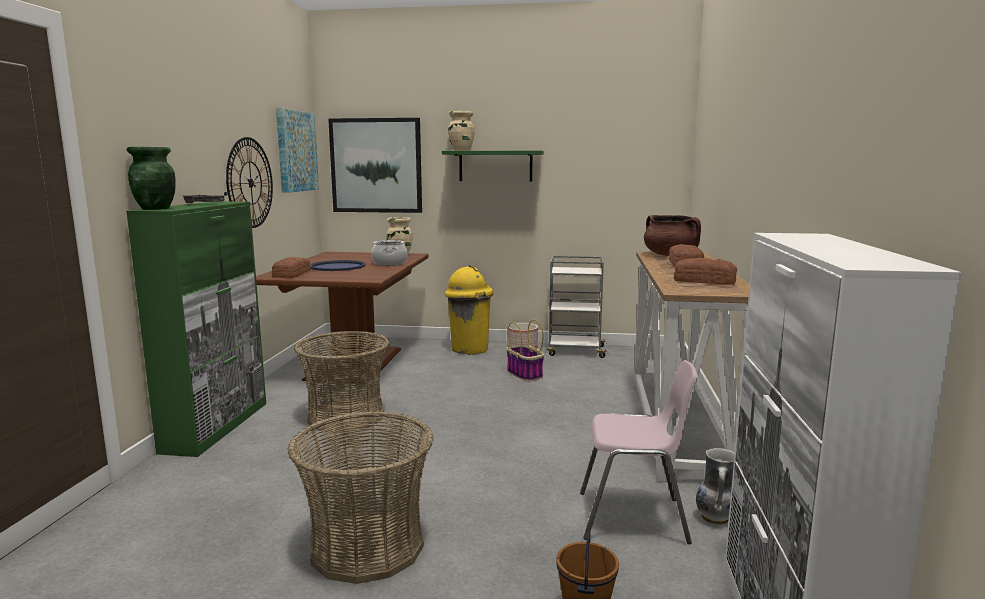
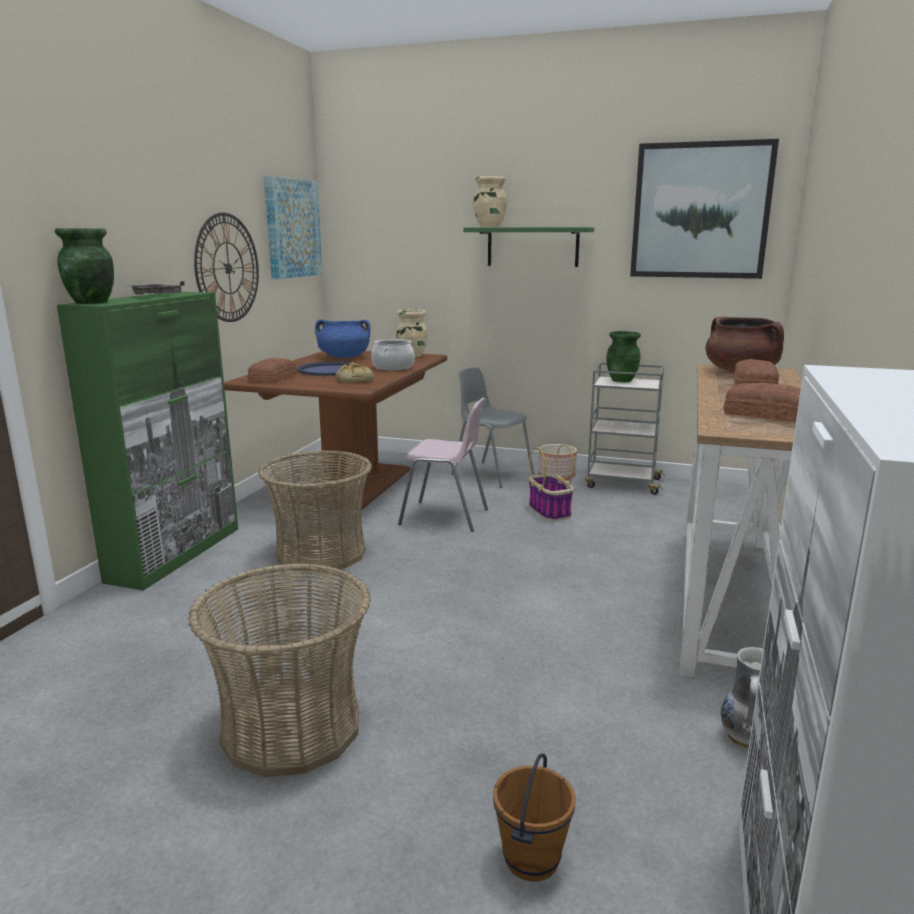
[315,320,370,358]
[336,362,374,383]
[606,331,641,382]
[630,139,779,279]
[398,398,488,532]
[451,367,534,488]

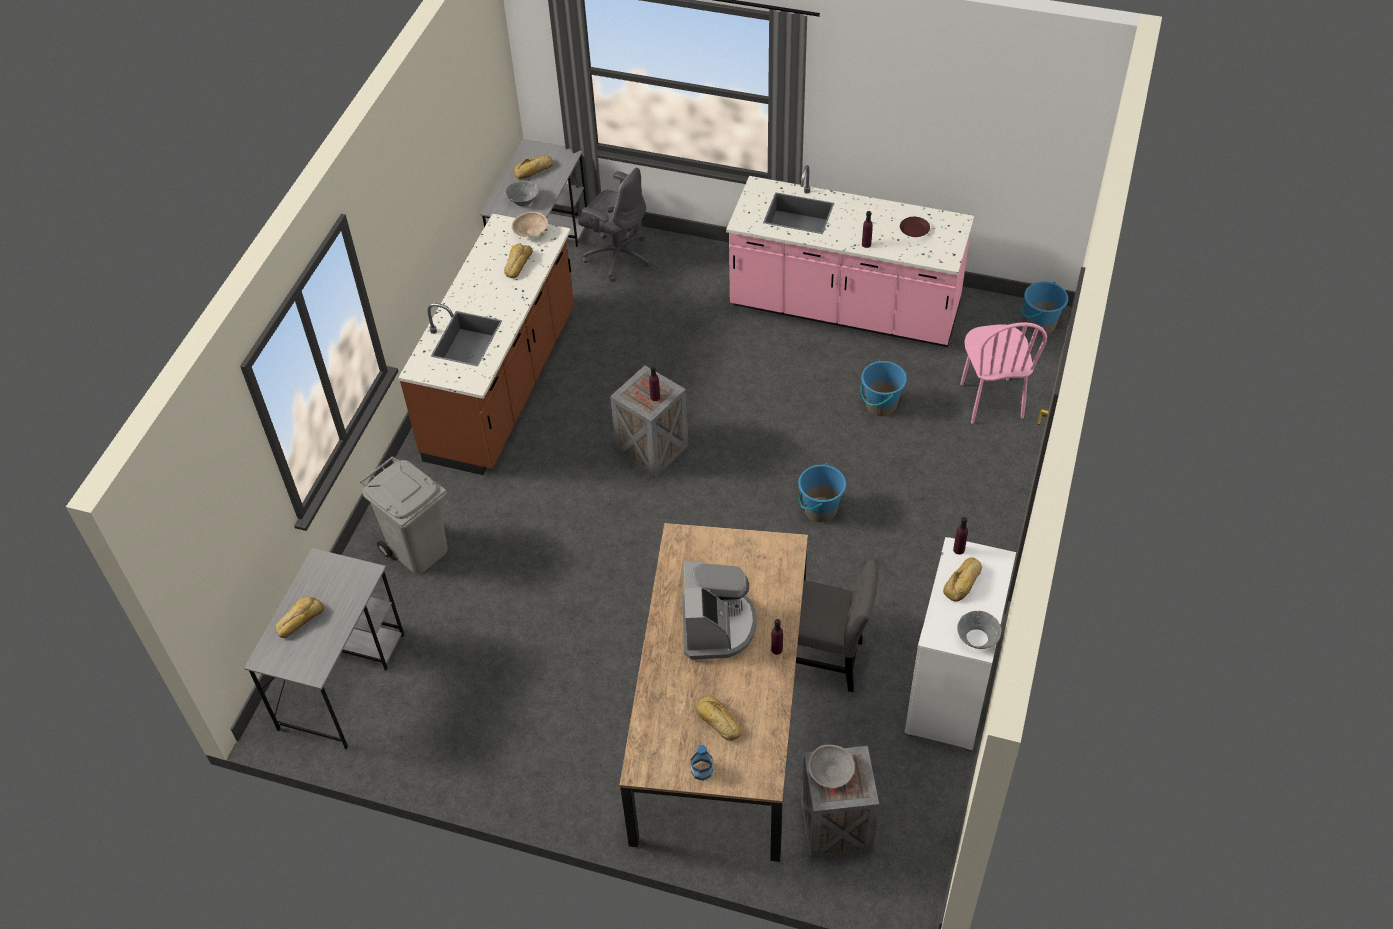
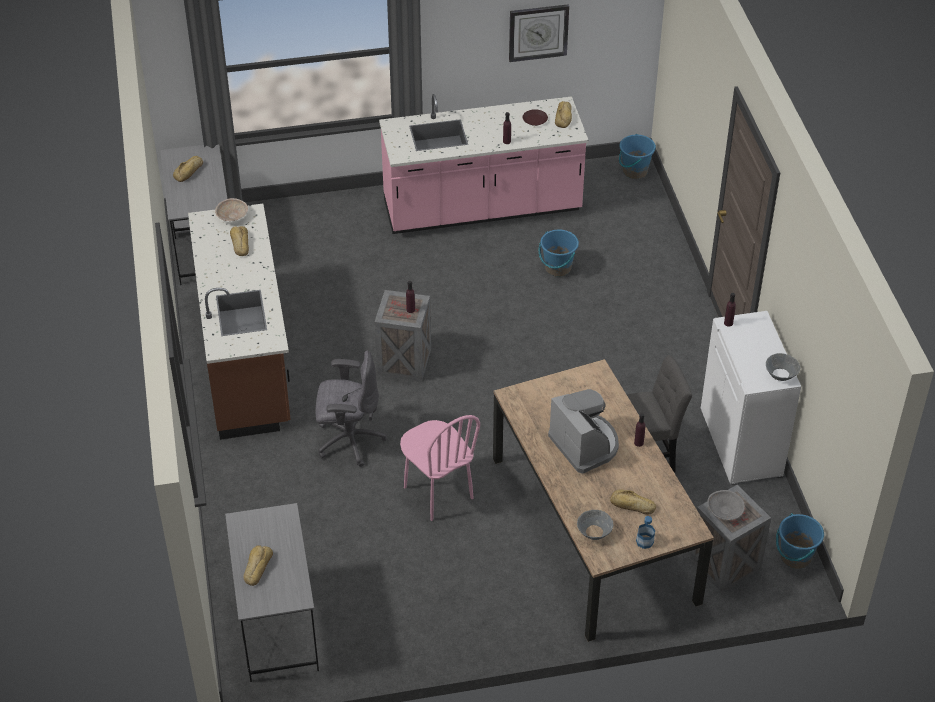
[360,456,448,573] (first image)
[509,5,569,62]
[577,510,614,540]
[316,351,386,467]
[776,513,824,569]
[555,101,572,128]
[400,415,480,521]

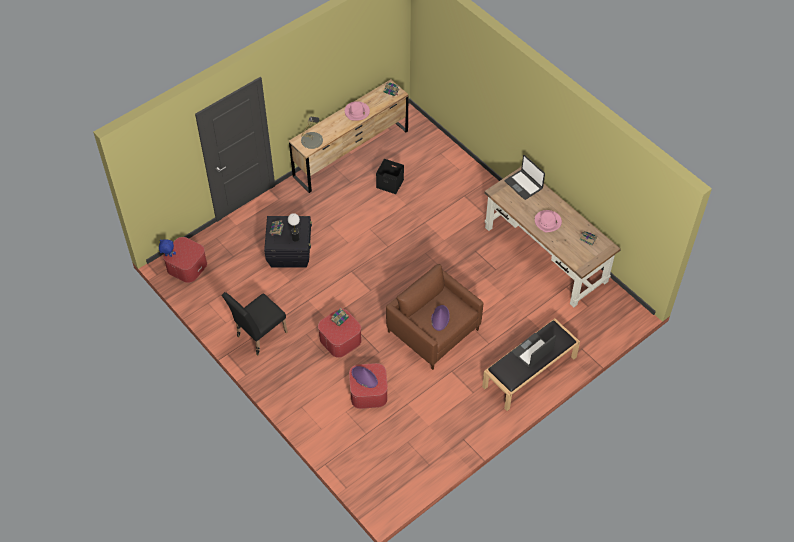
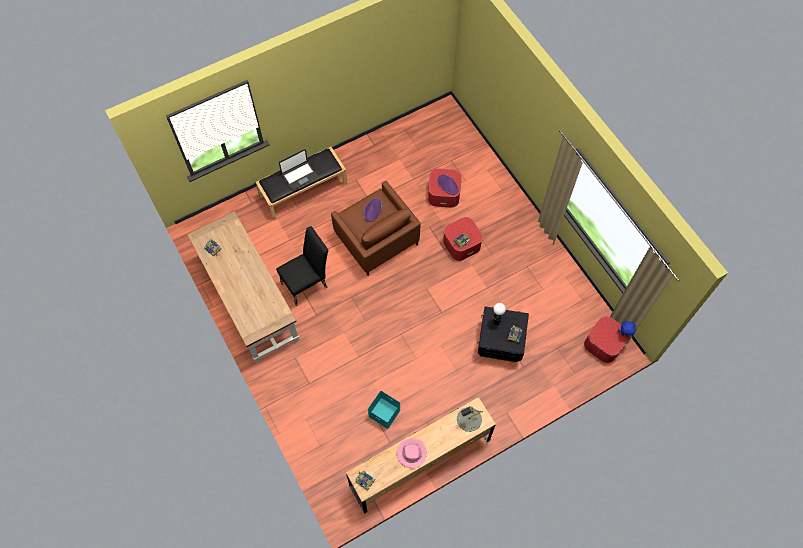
[505,155,545,200] (first image)
[535,210,562,232] (first image)
[276,226,328,306]
[368,391,401,429]

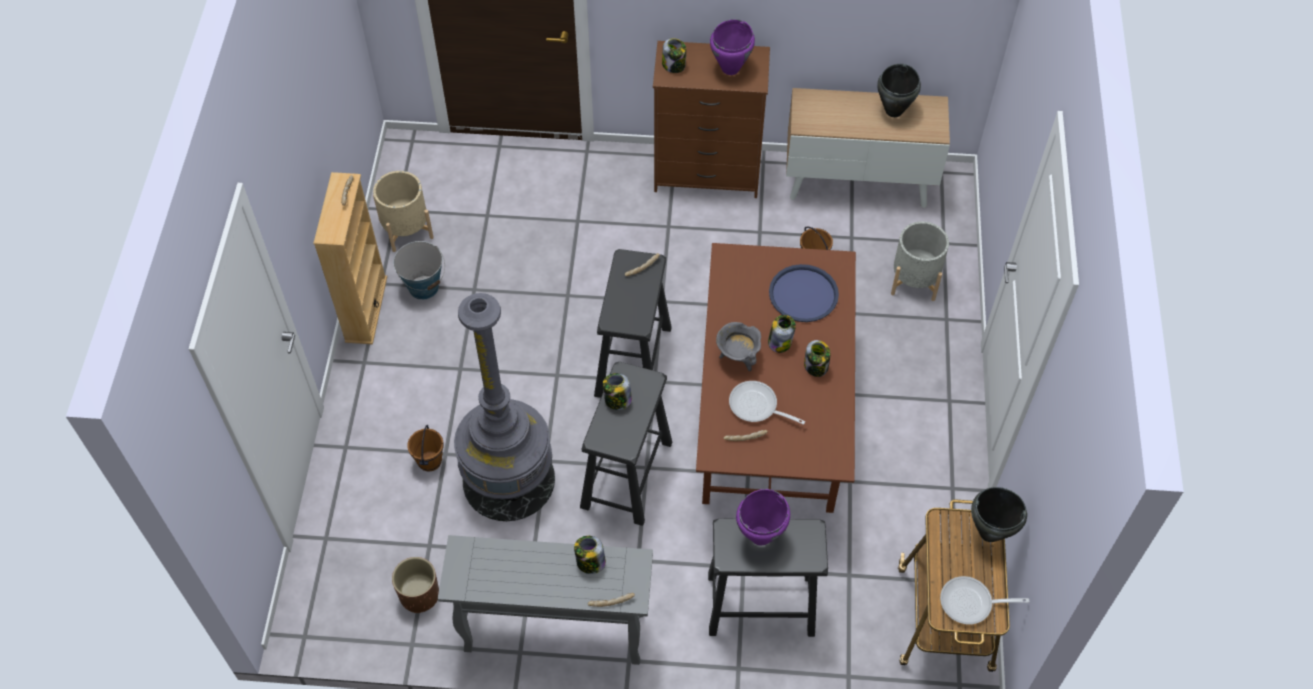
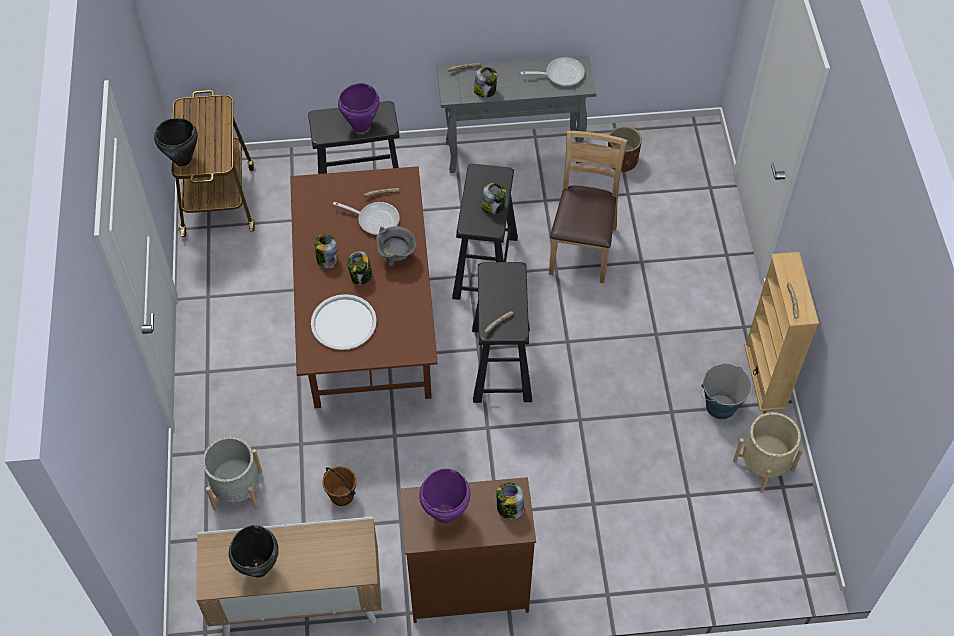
[407,425,444,472] (first image)
[521,57,585,86]
[549,131,628,284]
[311,294,377,350]

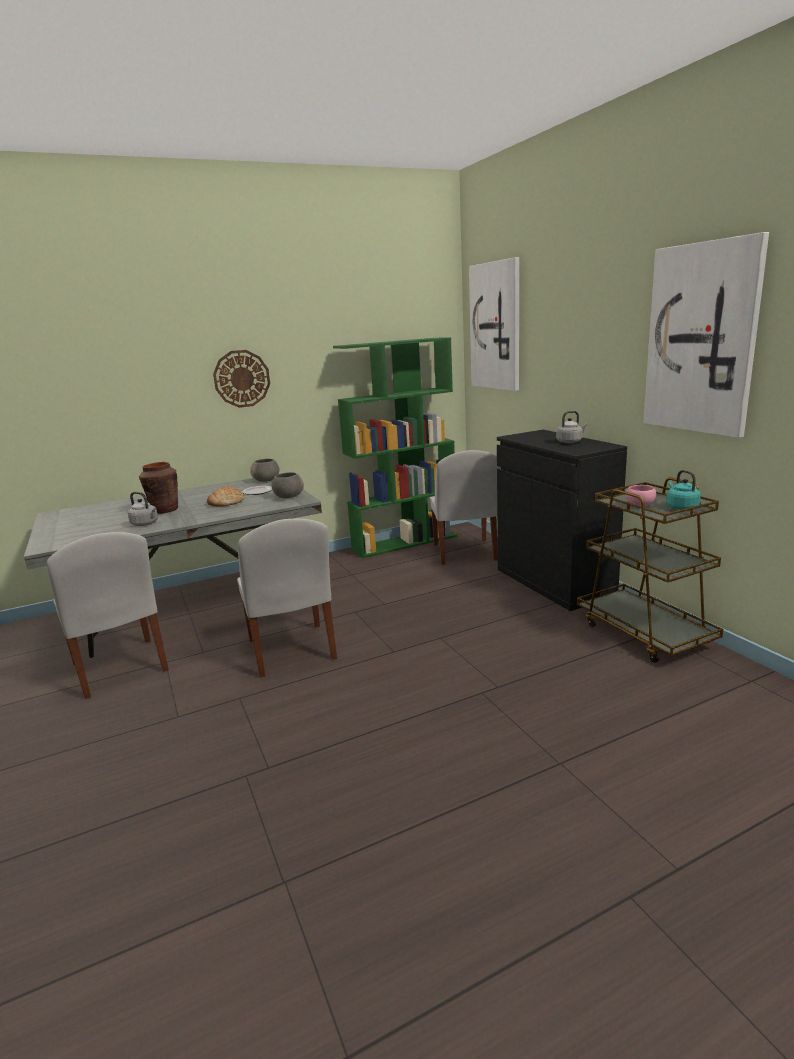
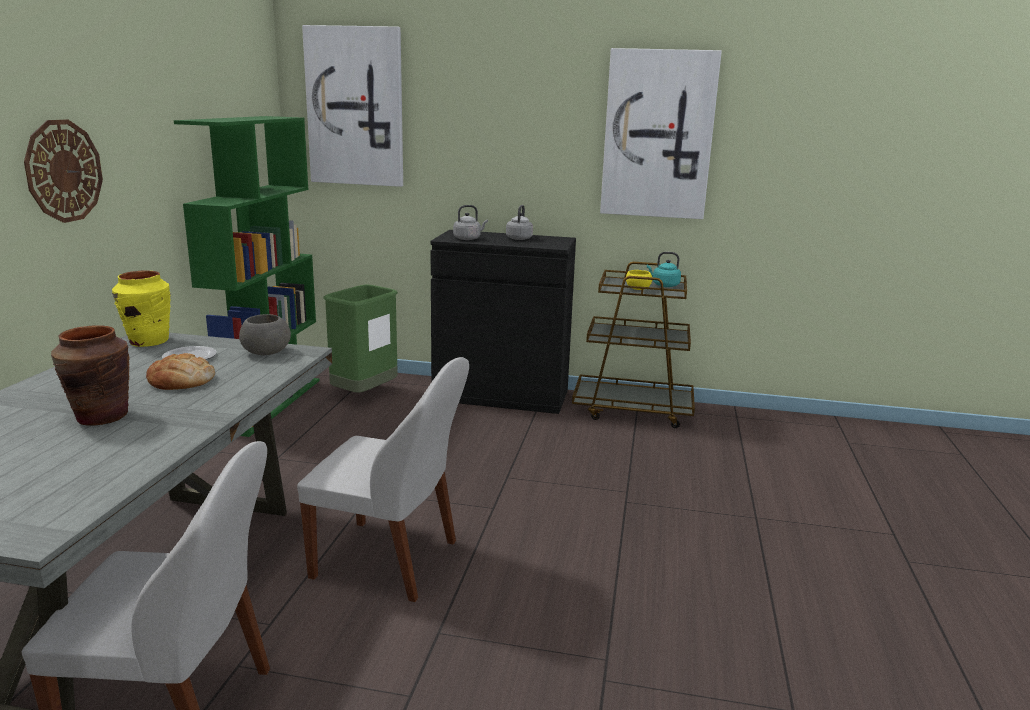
[453,205,488,240]
[112,270,171,347]
[323,284,398,393]
[626,270,652,290]

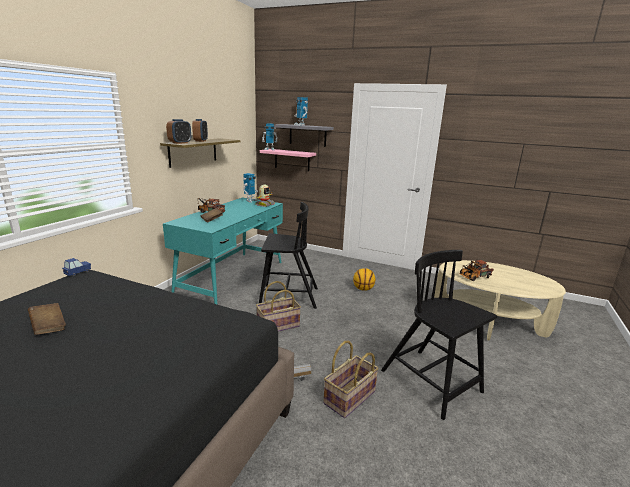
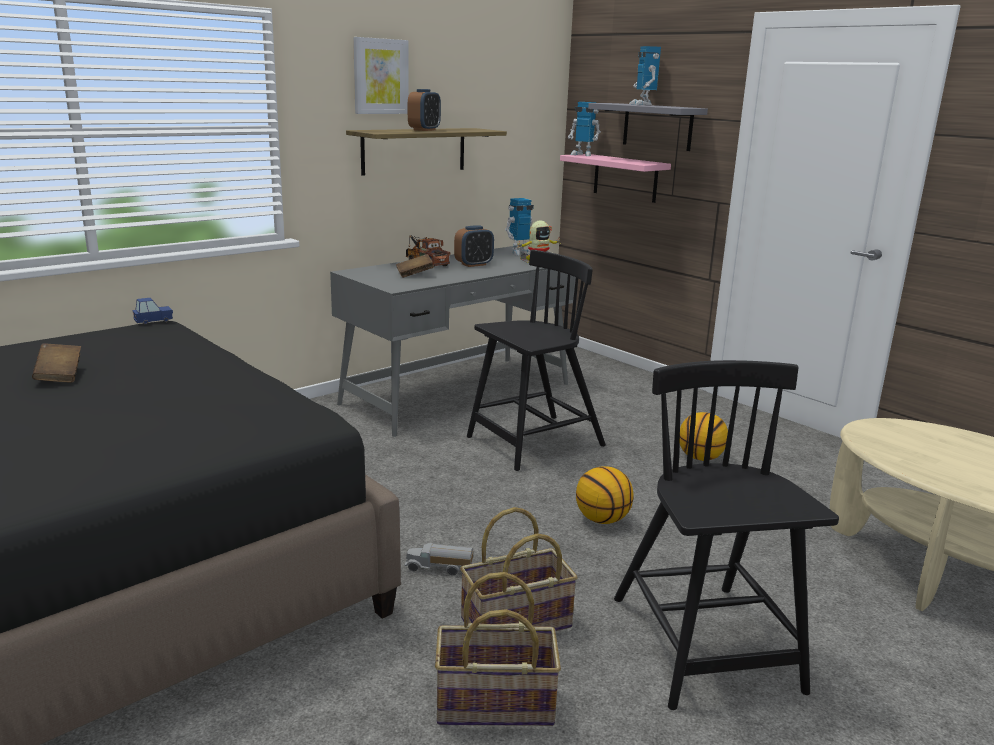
[460,260,494,281] (first image)
[353,37,409,114]
[576,466,633,524]
[454,225,494,267]
[435,572,561,726]
[330,246,576,437]
[467,250,606,471]

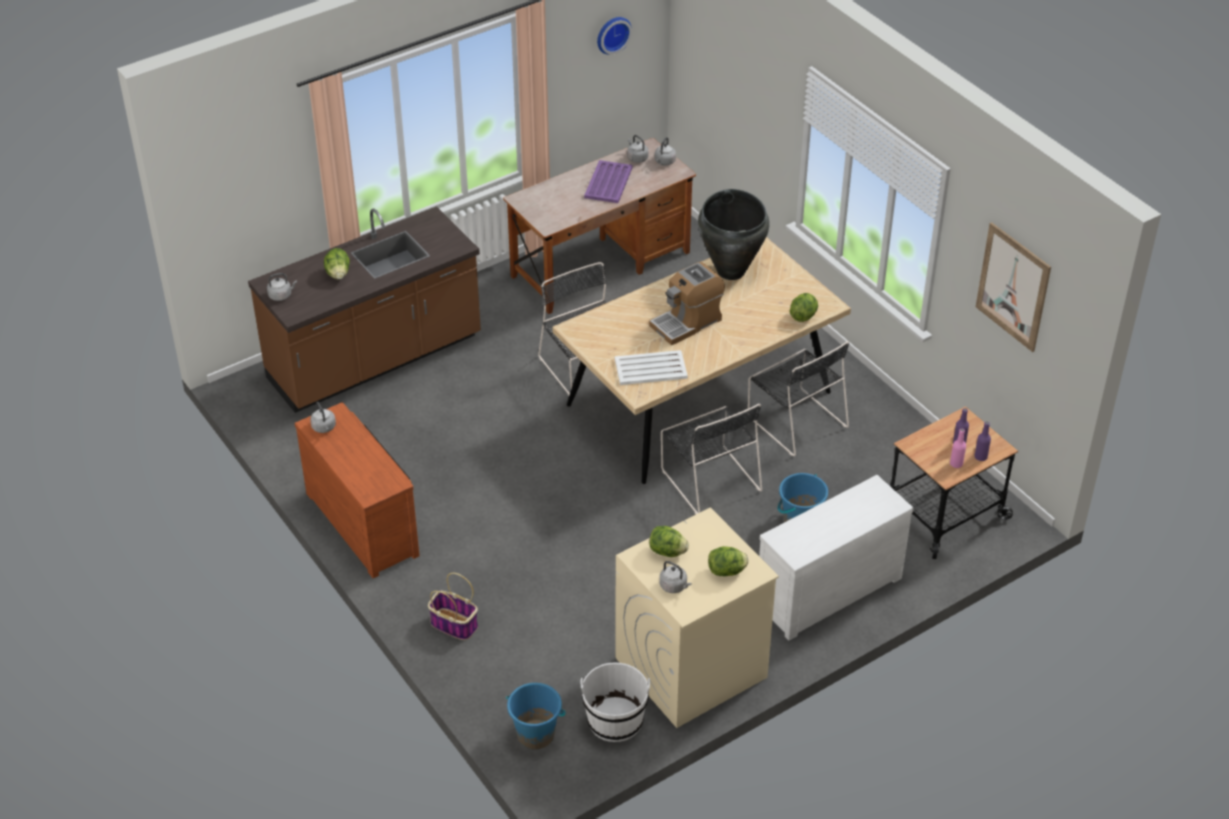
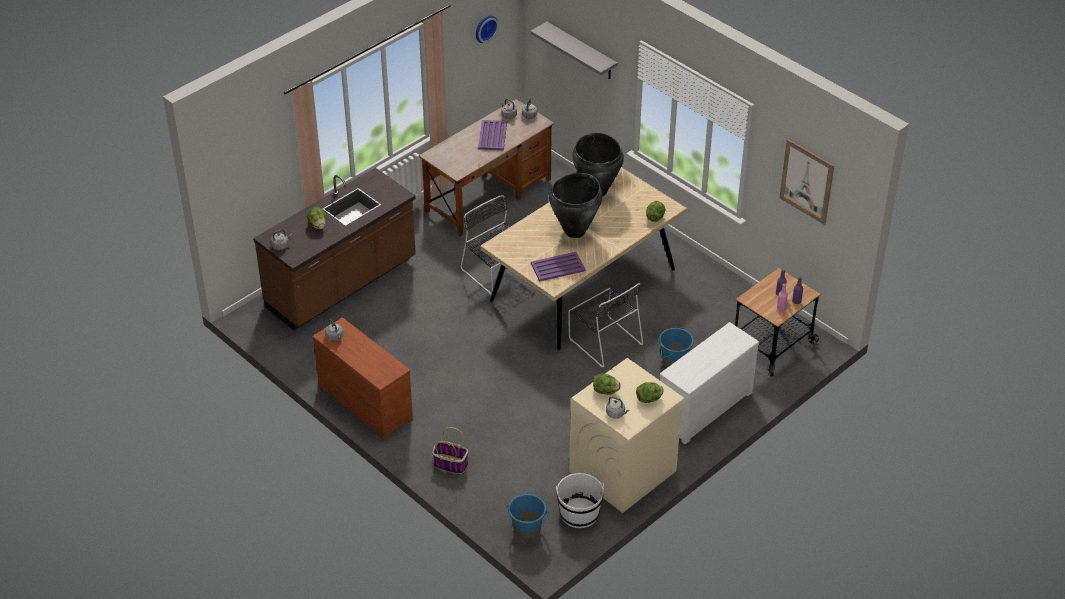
[748,341,849,456] (first image)
[530,22,618,79]
[549,173,603,238]
[531,252,585,281]

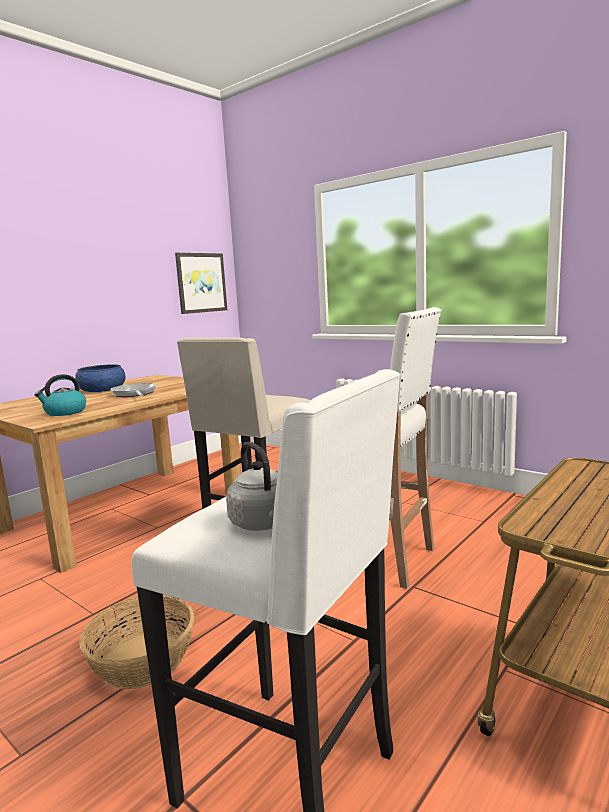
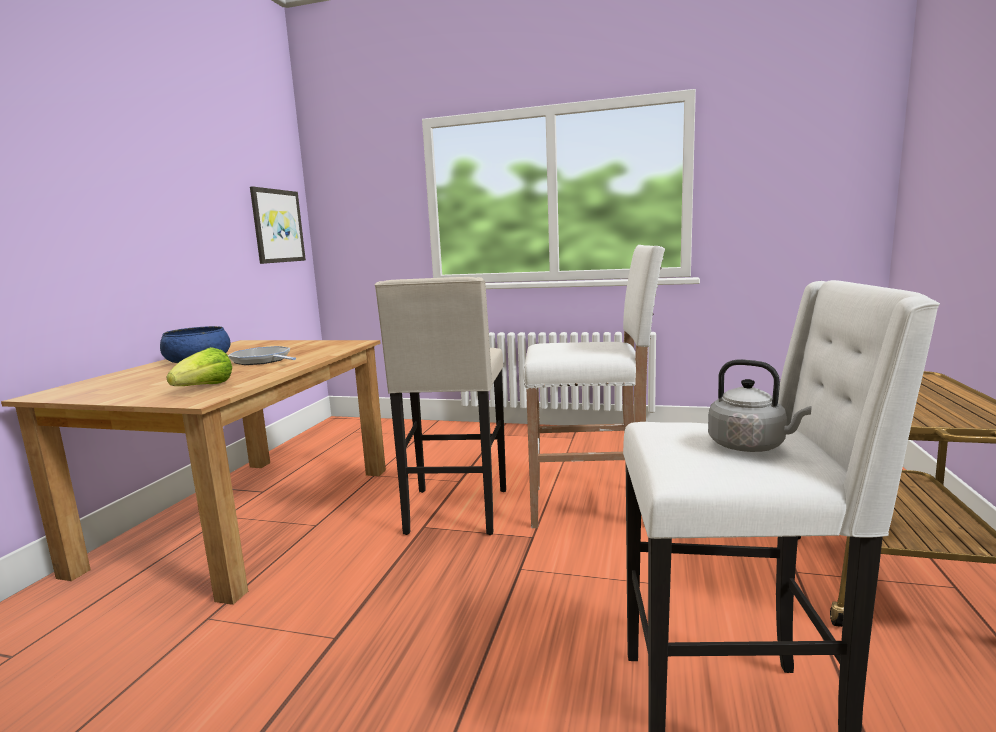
[79,595,195,689] (first image)
[166,347,232,386]

